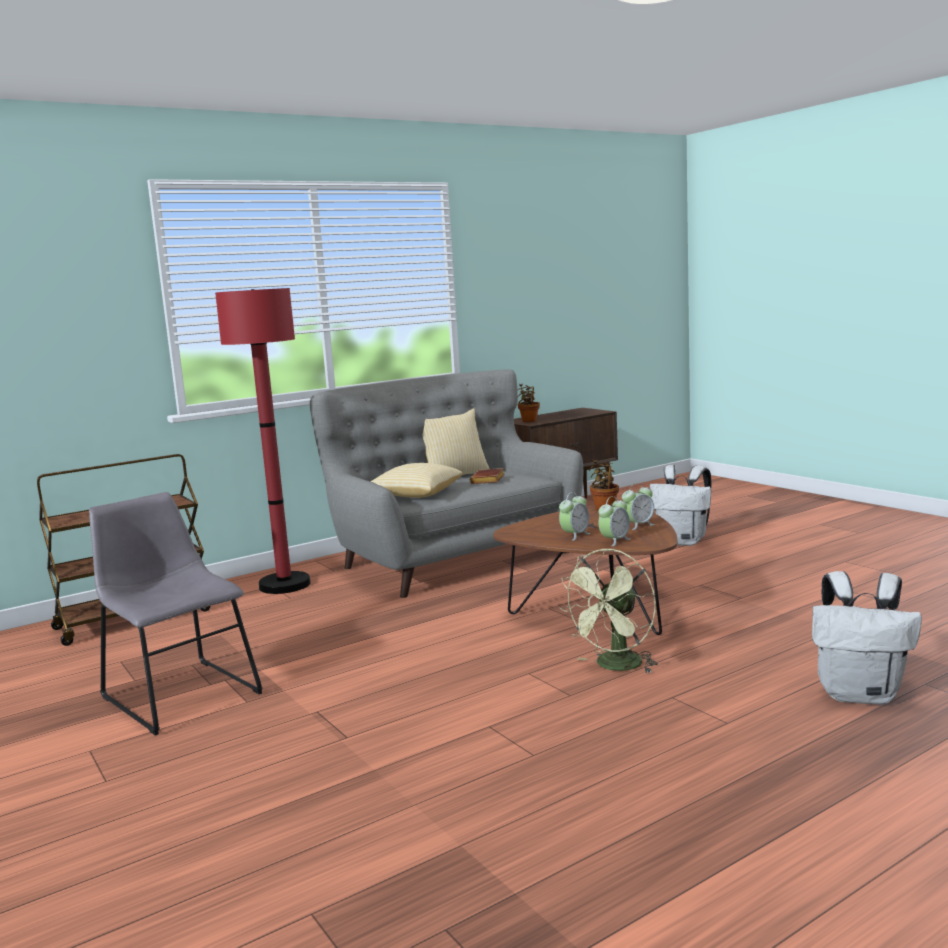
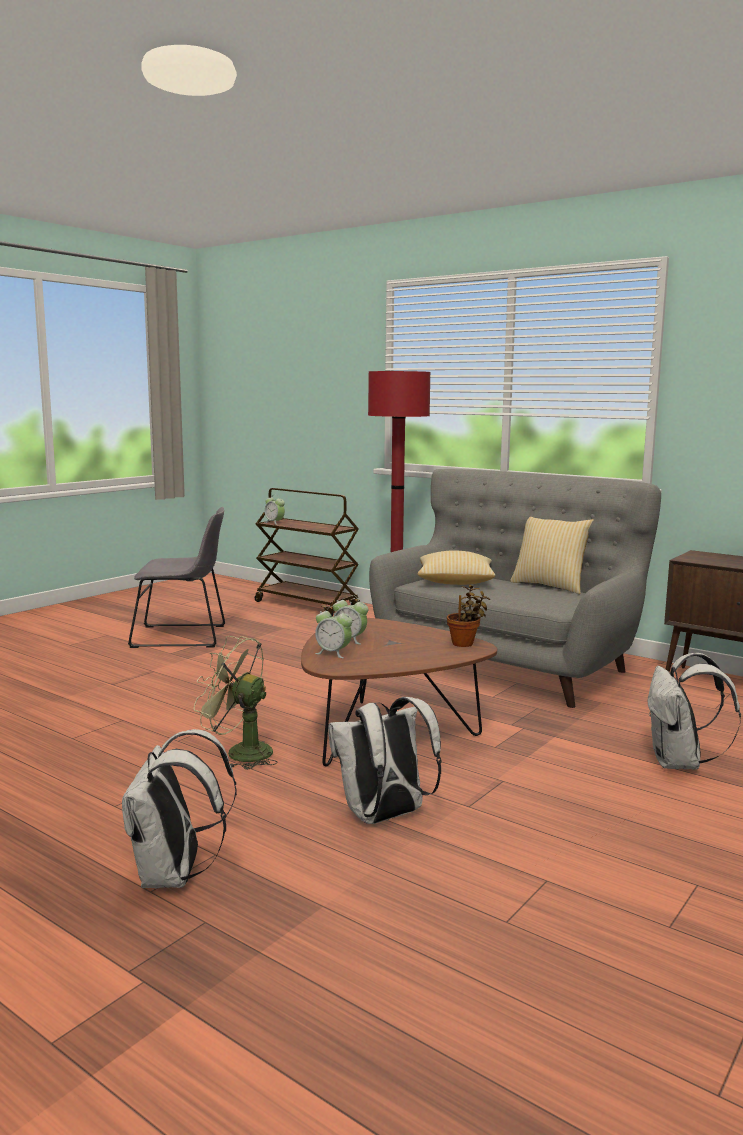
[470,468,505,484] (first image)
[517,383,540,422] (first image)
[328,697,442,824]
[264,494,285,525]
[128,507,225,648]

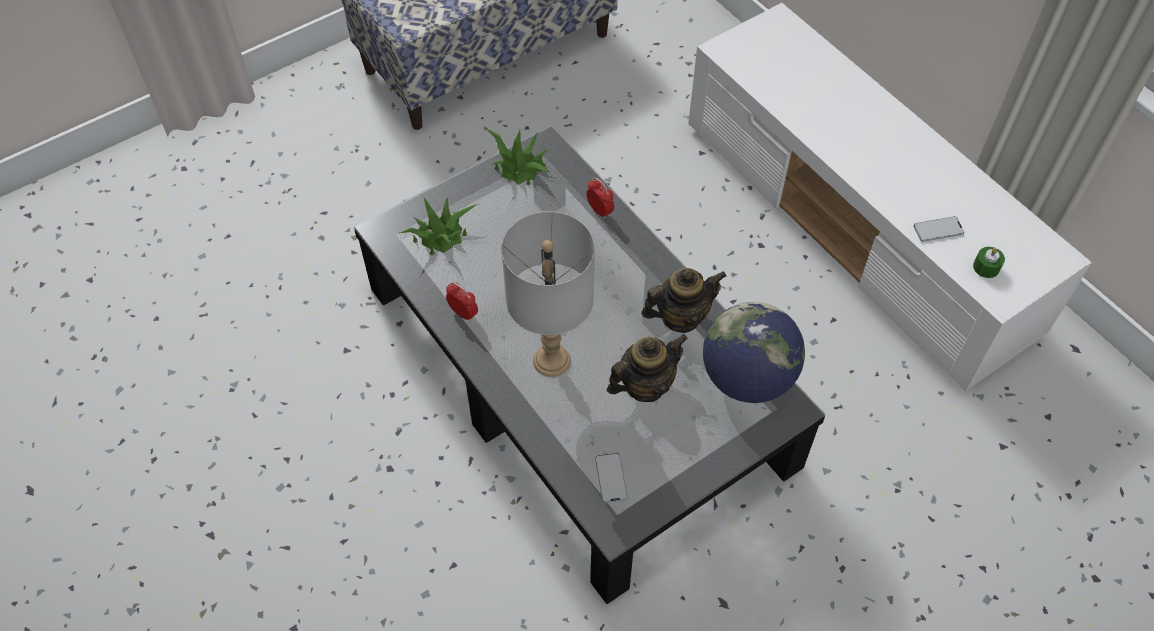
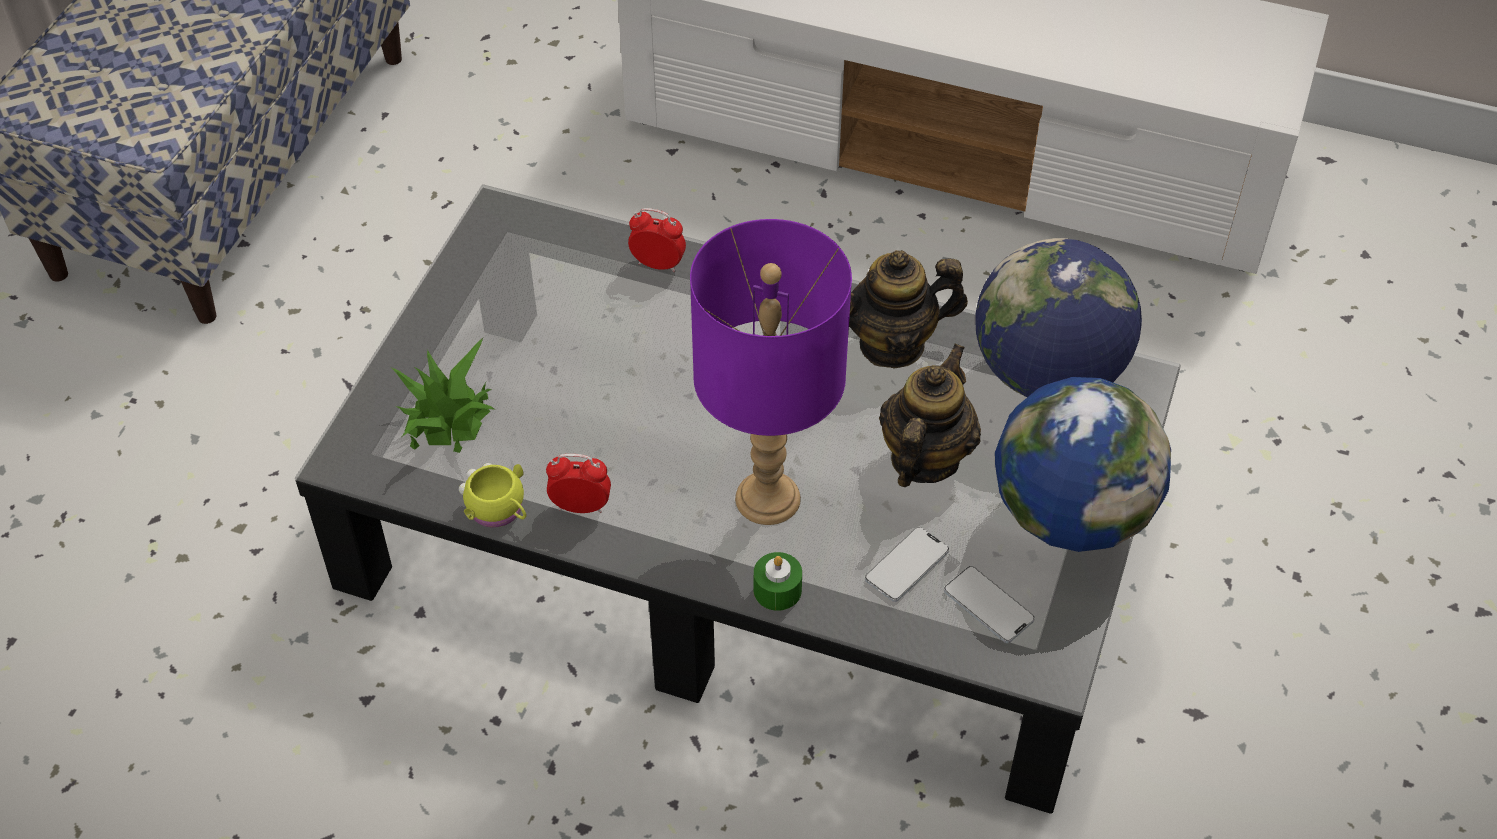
[485,127,549,185] (first image)
[459,463,526,527]
[995,377,1171,552]
[865,527,949,602]
[754,552,802,611]
[690,219,852,525]
[849,250,968,369]

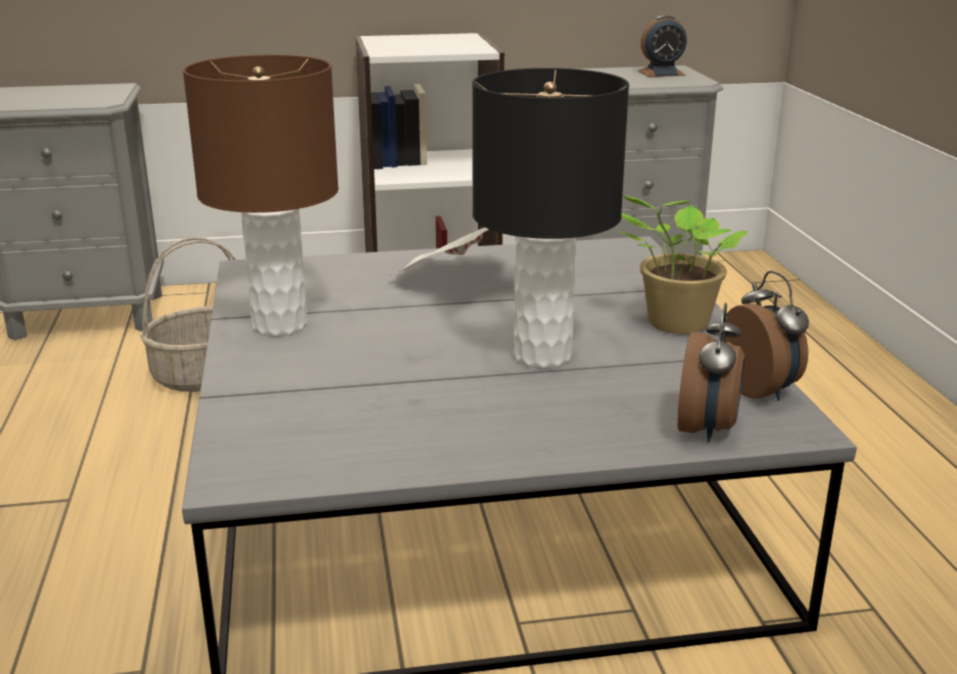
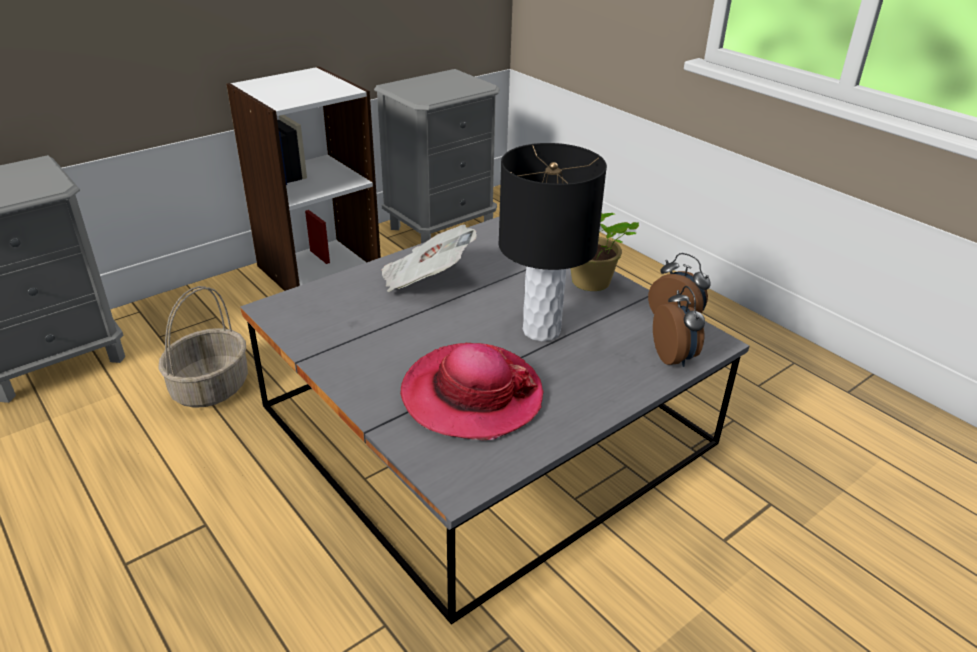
[183,55,339,337] (first image)
[638,15,687,77] (first image)
[400,343,544,441]

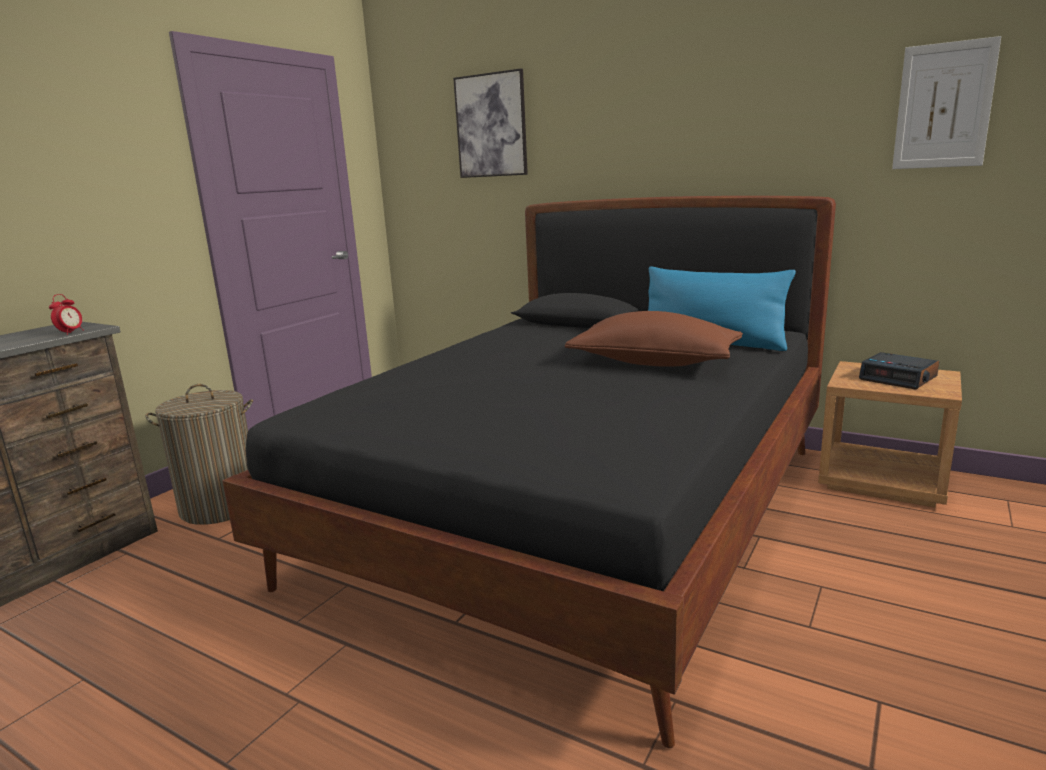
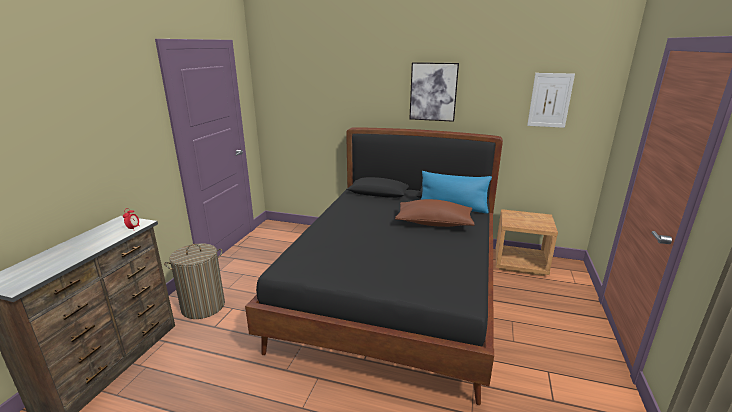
[859,352,939,390] (first image)
[409,62,459,122]

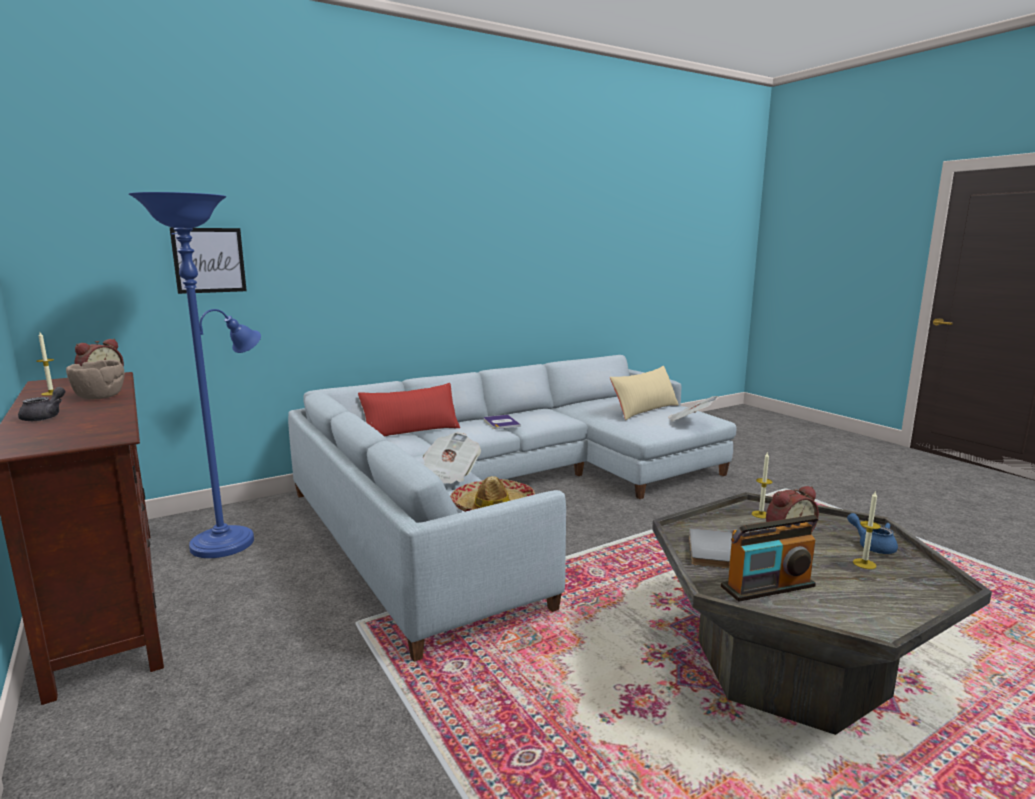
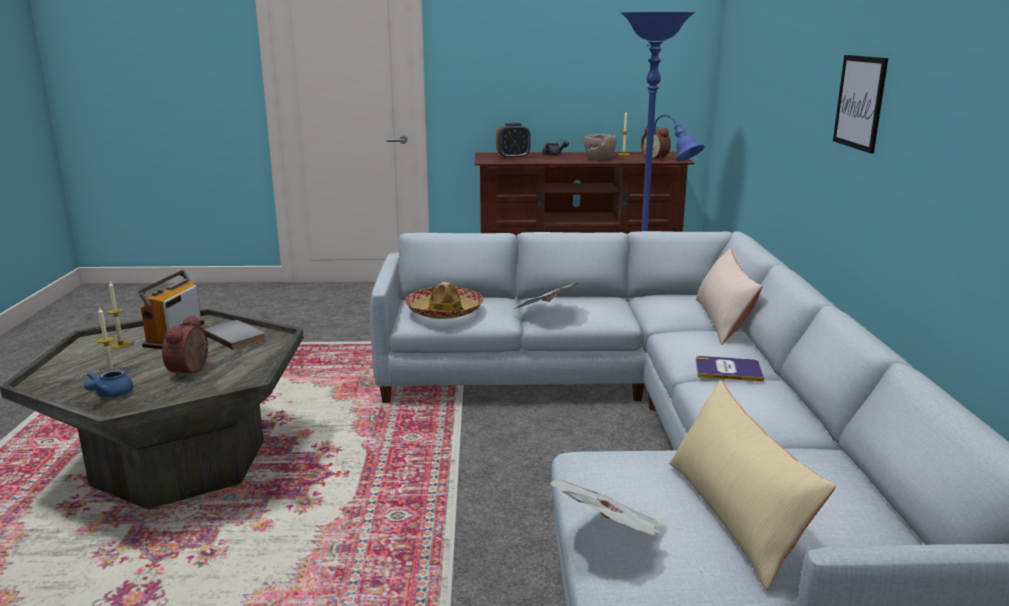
[496,123,531,159]
[833,55,888,154]
[107,282,131,348]
[696,248,763,345]
[84,369,133,398]

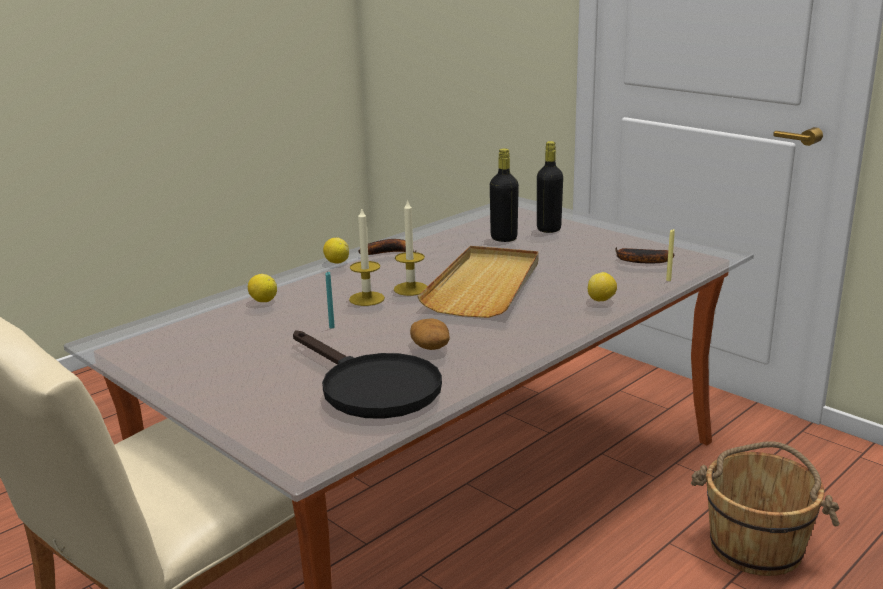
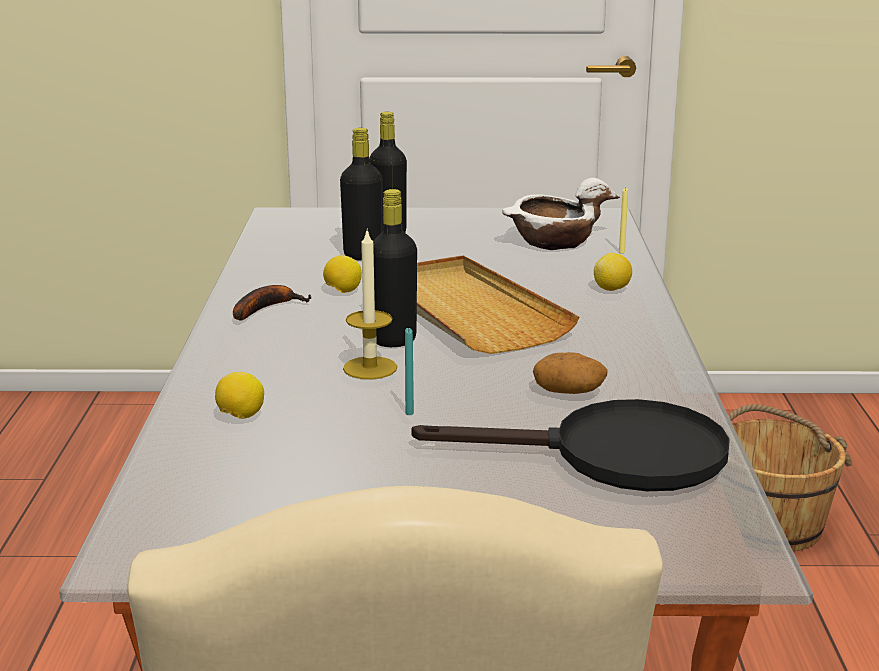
[323,255,362,293]
[373,189,417,347]
[502,178,620,250]

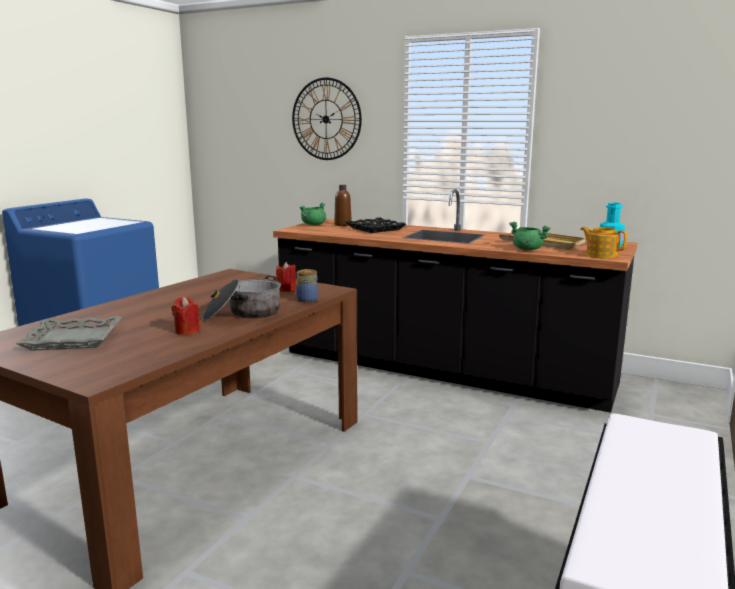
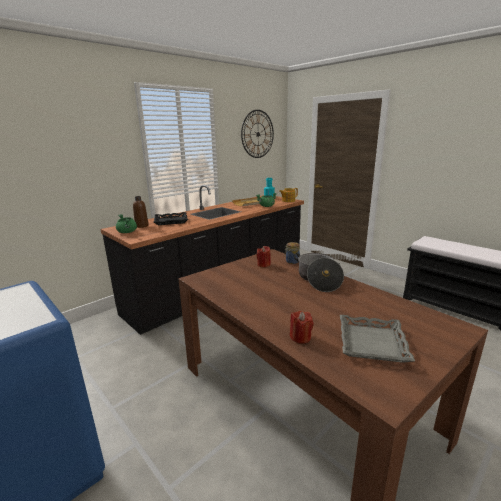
[290,310,313,344]
[241,110,274,158]

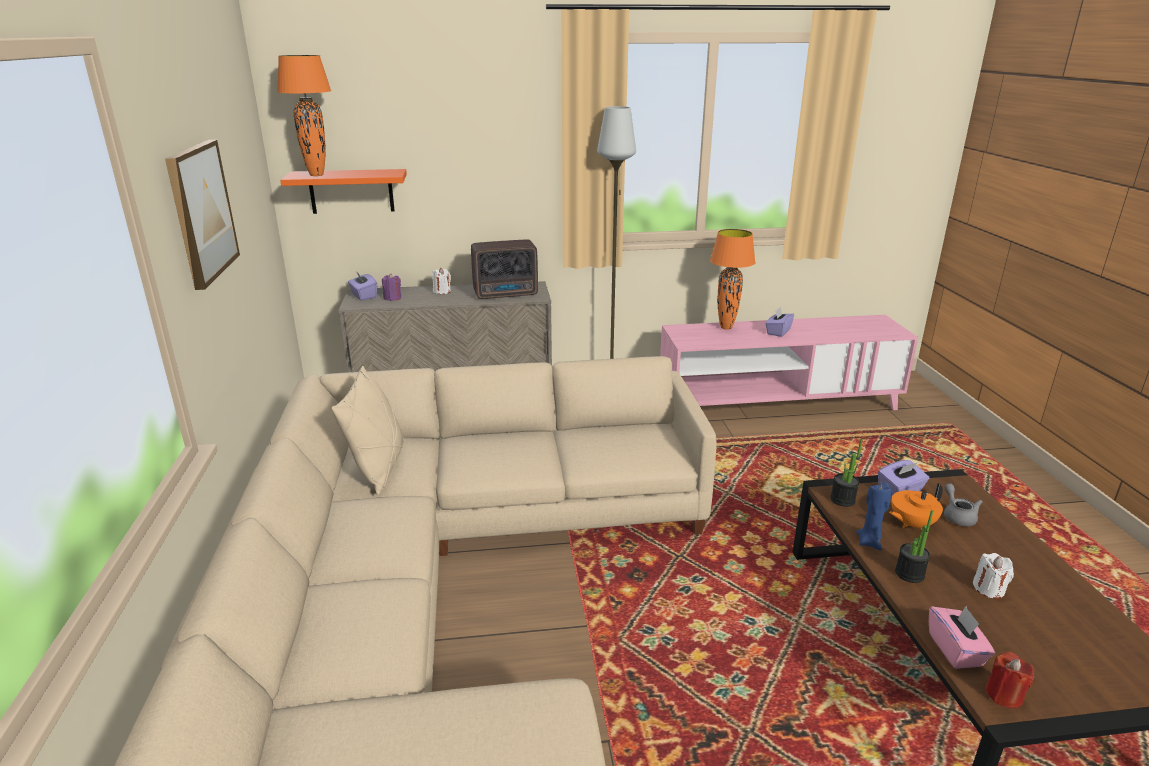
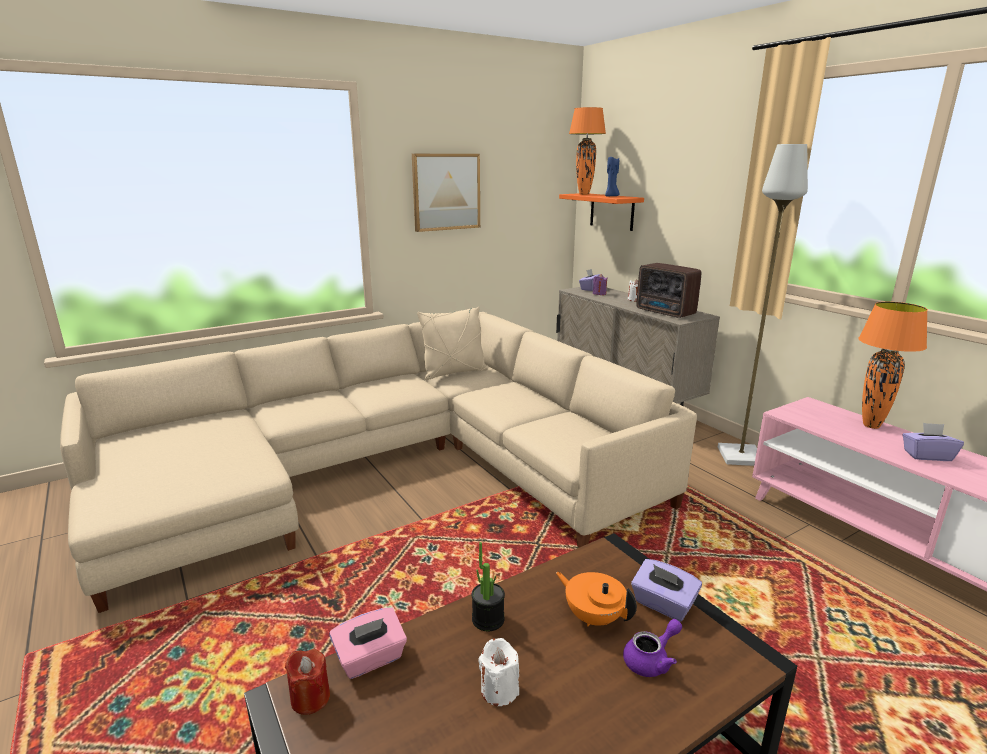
[830,438,862,507] (first image)
[605,157,619,196]
[623,619,682,677]

